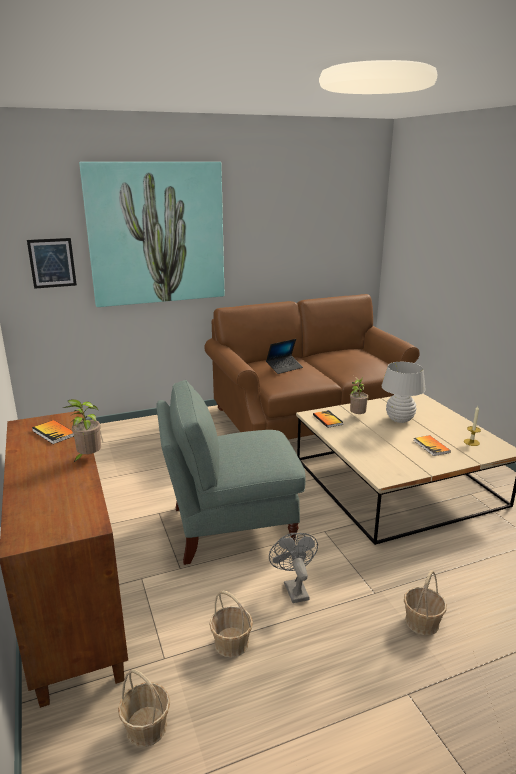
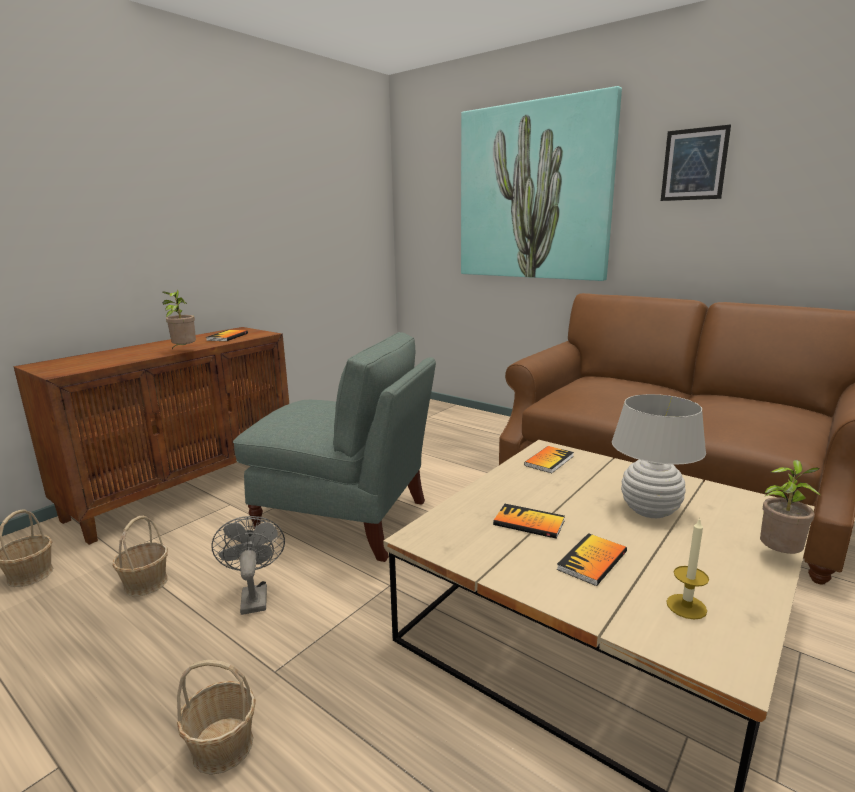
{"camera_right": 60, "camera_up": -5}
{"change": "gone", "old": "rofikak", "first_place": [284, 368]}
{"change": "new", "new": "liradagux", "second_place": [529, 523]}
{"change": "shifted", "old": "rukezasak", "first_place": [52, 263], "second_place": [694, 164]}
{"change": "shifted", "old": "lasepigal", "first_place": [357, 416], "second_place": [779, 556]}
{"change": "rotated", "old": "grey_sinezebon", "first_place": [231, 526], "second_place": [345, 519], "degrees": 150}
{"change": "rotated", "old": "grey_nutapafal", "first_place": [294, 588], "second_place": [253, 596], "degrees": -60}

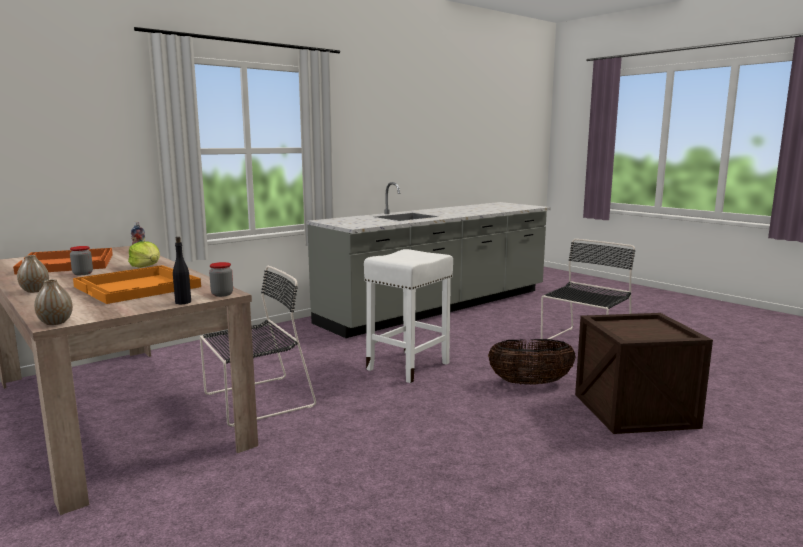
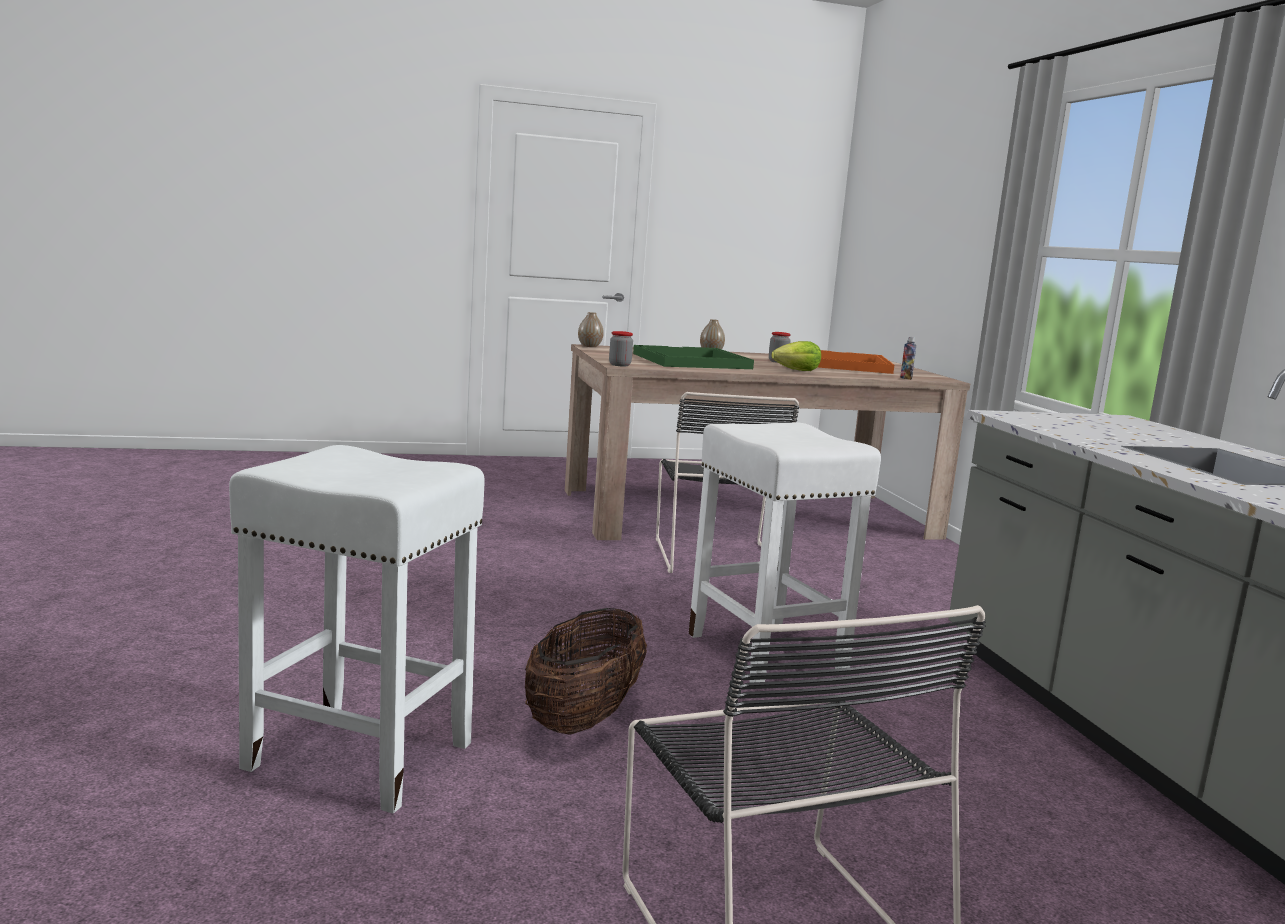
{"camera_right": 115, "camera_up": 0}
{"change": "gone", "old": "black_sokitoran", "first_place": [183, 302]}
{"change": "swapped", "old": "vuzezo", "new": "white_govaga", "first_place": [634, 410], "second_place": [355, 755]}
{"change": "repainted", "old": "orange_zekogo", "new": "green_zekogo", "first_place": [139, 287], "second_place": [690, 361]}

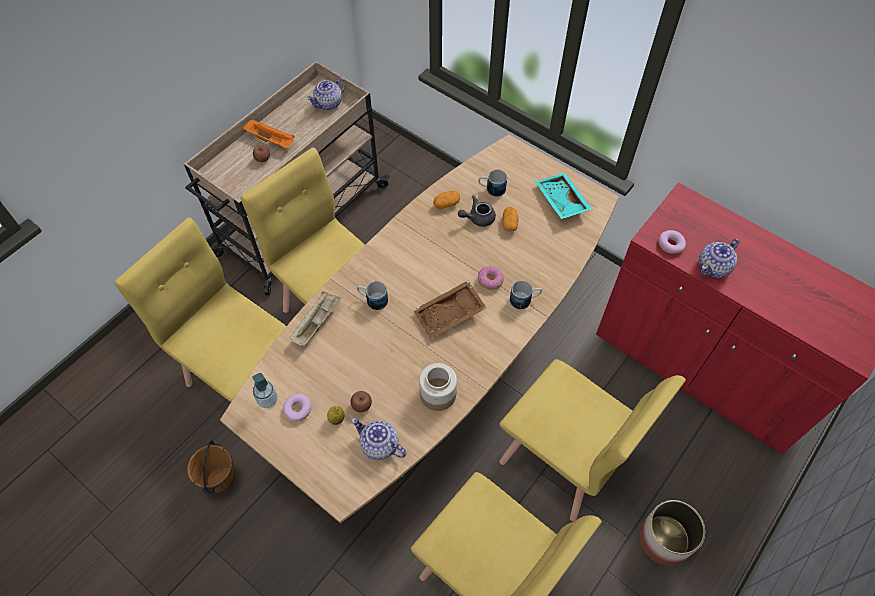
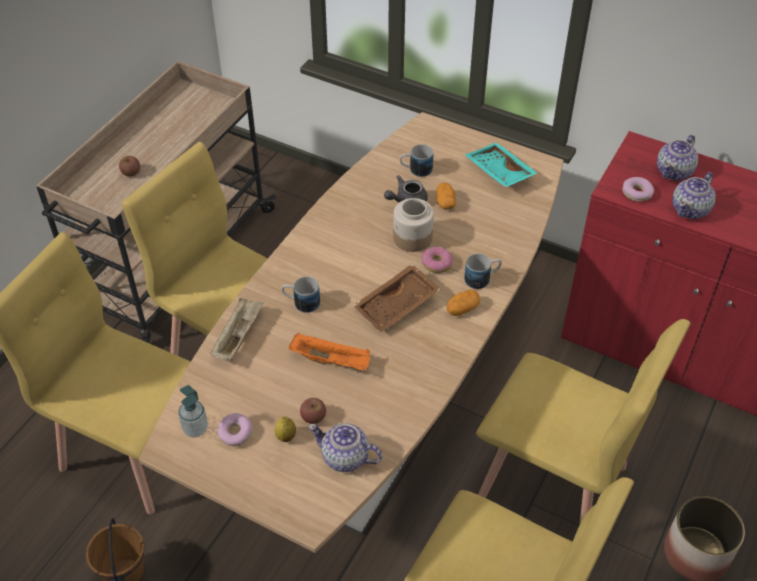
{"camera_right": -10, "camera_up": -10}
{"change": "shifted", "old": "orange_zekogo", "first_place": [271, 140], "second_place": [332, 361]}
{"change": "shifted", "old": "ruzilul", "first_place": [329, 103], "second_place": [674, 171]}
{"change": "shifted", "old": "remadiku", "first_place": [437, 394], "second_place": [412, 238]}
{"change": "shifted", "old": "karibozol", "first_place": [446, 204], "second_place": [462, 309]}

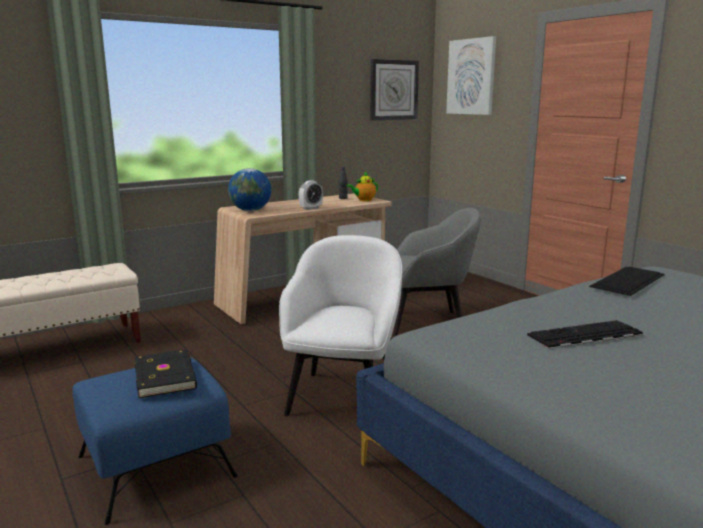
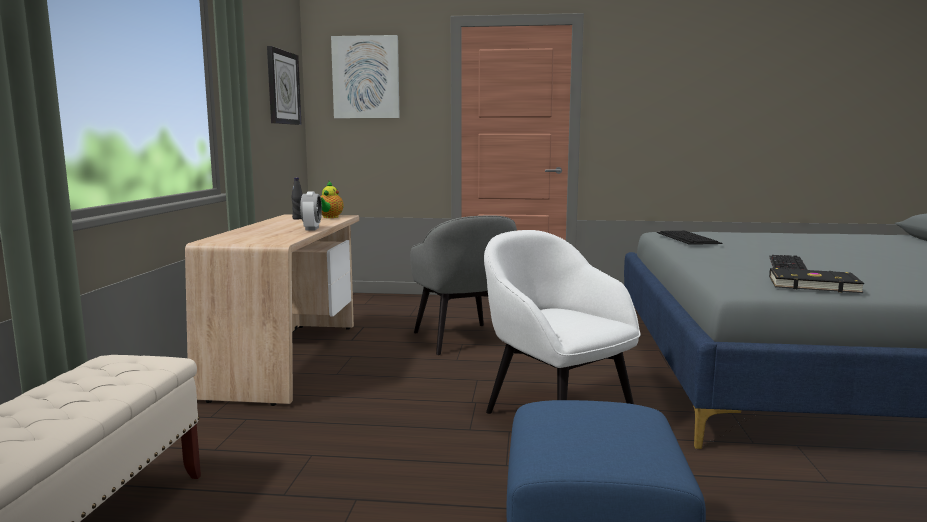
{"camera_right": -50, "camera_up": -5}
{"change": "gone", "old": "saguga", "first_place": [250, 210]}
{"change": "shifted", "old": "black_liradagux", "first_place": [166, 376], "second_place": [812, 284]}
{"change": "rotated", "old": "grey_sinezebon", "first_place": [428, 324], "second_place": [462, 340], "degrees": 120}

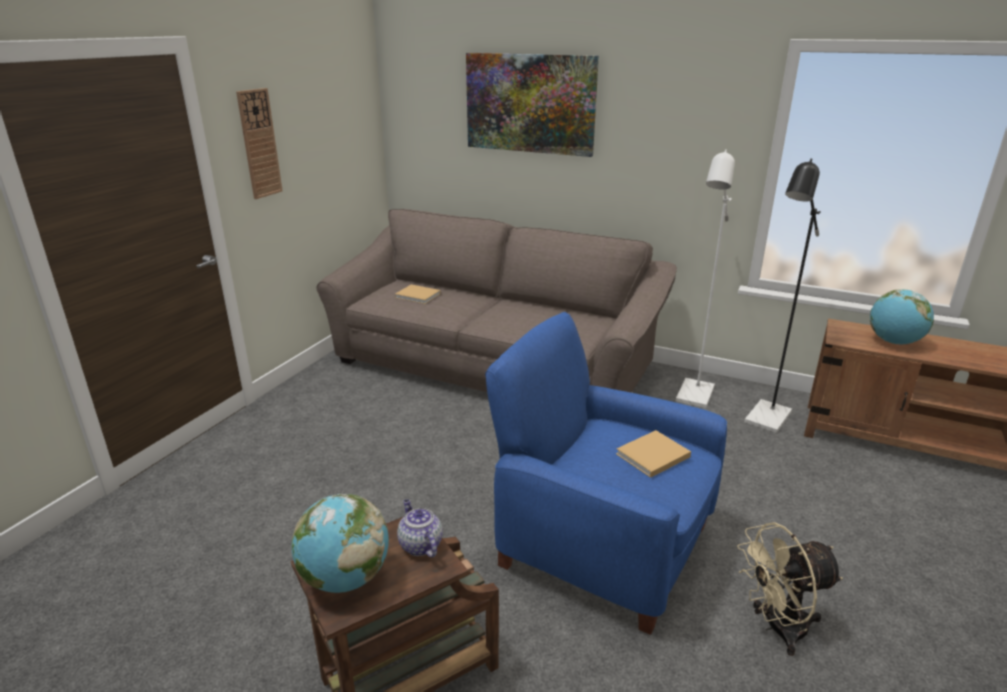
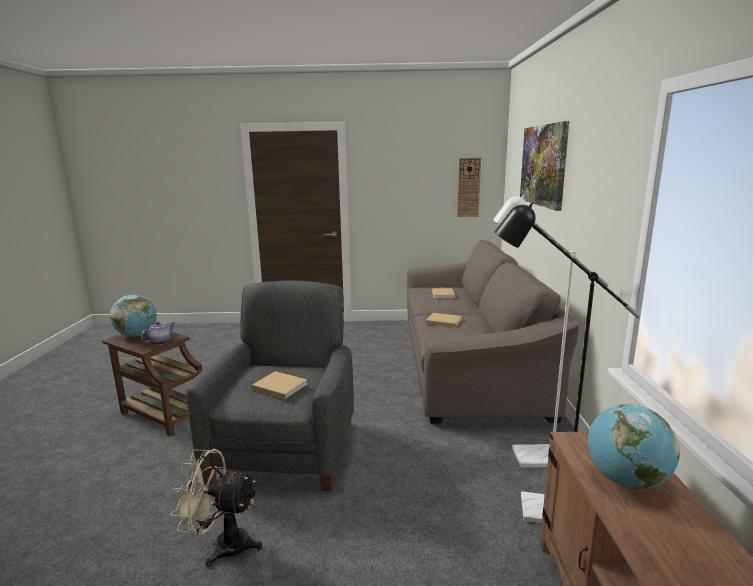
{"camera_right": 65, "camera_up": -10}
{"change": "new", "new": "beige_liradagux", "second_place": [443, 321]}
{"change": "shifted", "old": "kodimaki", "first_place": [259, 144], "second_place": [468, 187]}
{"change": "repainted", "old": "blue_sinezebon", "new": "grey_sinezebon", "first_place": [602, 543], "second_place": [286, 448]}
{"change": "rotated", "old": "beige_nutapafal", "first_place": [776, 628], "second_place": [223, 545], "degrees": -45}

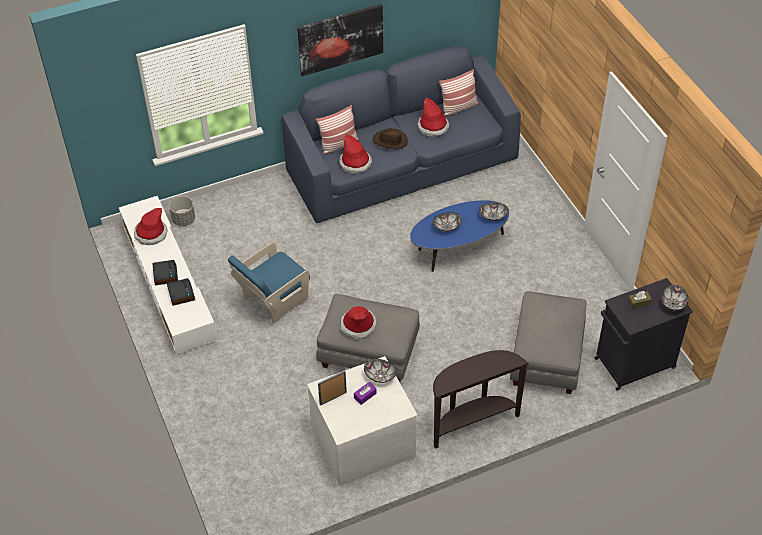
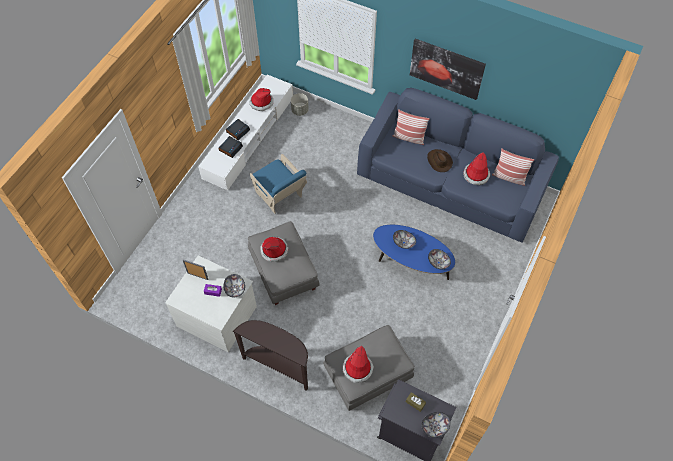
{"camera_right": 50, "camera_up": 10}
{"change": "shifted", "old": "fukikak", "first_place": [355, 163], "second_place": [357, 369]}
{"change": "rotated", "old": "blue_sinezebon", "first_place": [273, 301], "second_place": [280, 196], "degrees": -135}

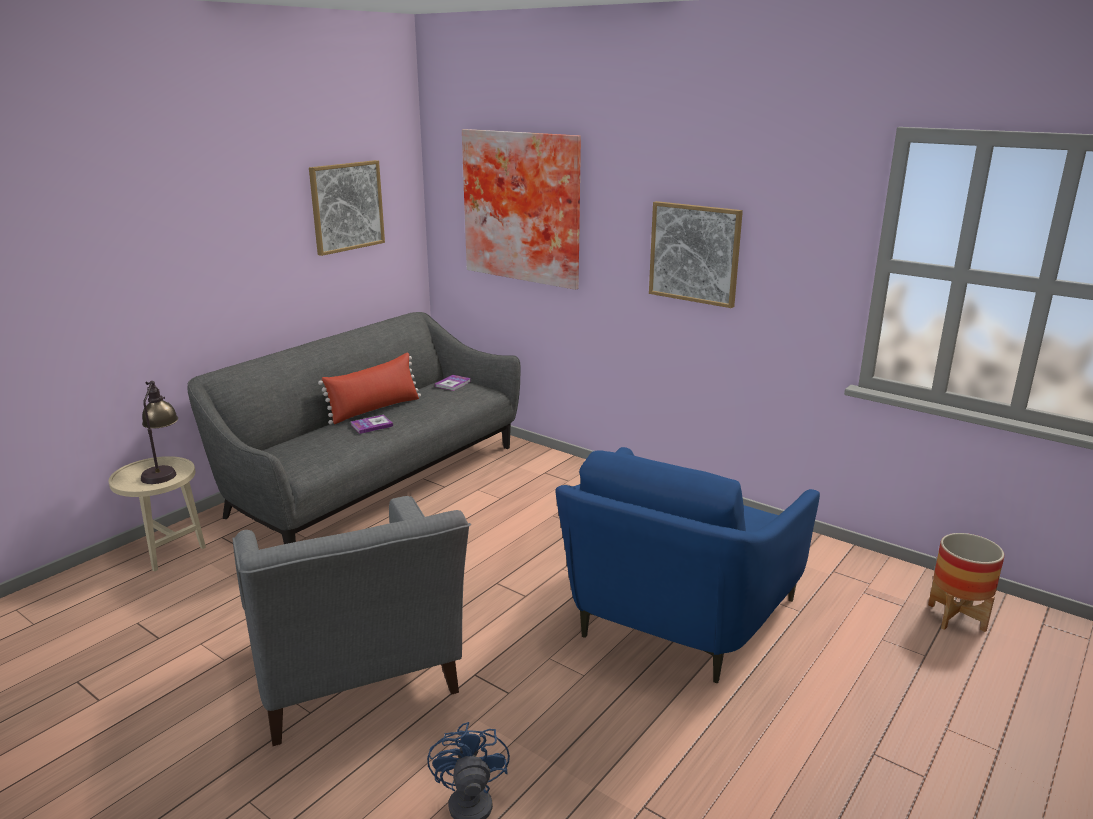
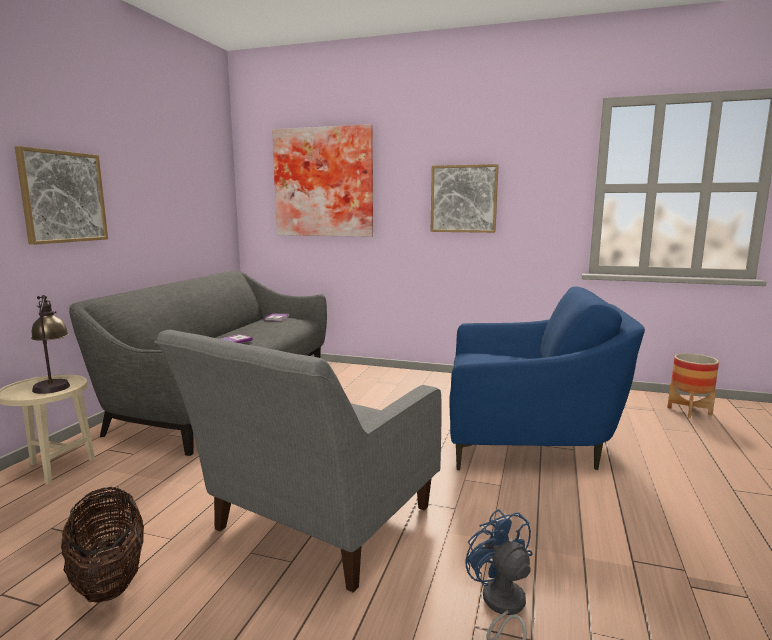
{"camera_right": -20, "camera_up": -10}
{"change": "gone", "old": "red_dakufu", "first_place": [374, 409]}
{"change": "new", "new": "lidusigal", "second_place": [109, 578]}
{"change": "shifted", "old": "rukezasak", "first_place": [346, 206], "second_place": [63, 197]}
{"change": "rotated", "old": "grey_sinezebon", "first_place": [356, 679], "second_place": [316, 526], "degrees": 75}
{"change": "rotated", "old": "blue_sinezebon", "first_place": [675, 618], "second_place": [528, 440], "degrees": -90}

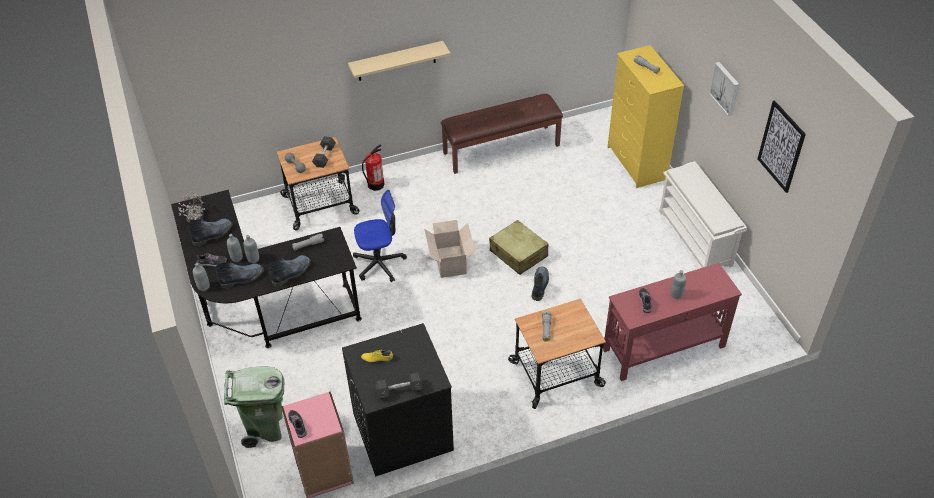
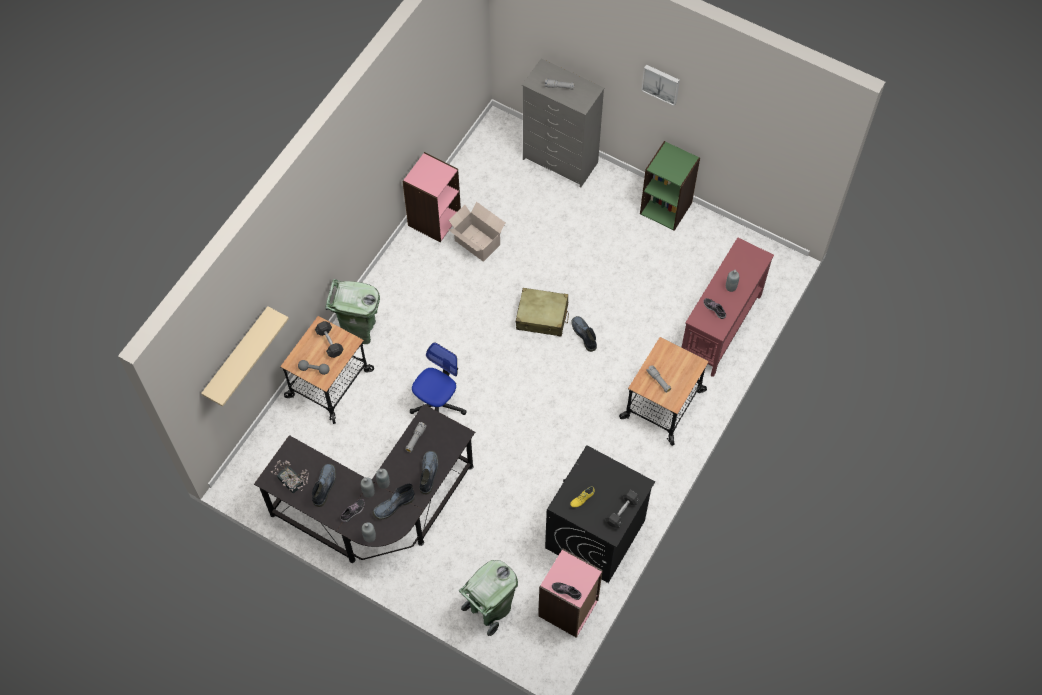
{"camera_right": -40, "camera_up": 15}
{"change": "gone", "old": "rukezasak", "first_place": [781, 146]}
{"change": "shifted", "old": "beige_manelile", "first_place": [396, 61], "second_place": [237, 355]}
{"change": "shifted", "old": "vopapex", "first_place": [450, 260], "second_place": [476, 241]}
{"change": "swapped", "old": "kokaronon", "new": "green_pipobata", "first_place": [375, 185], "second_place": [359, 330]}
{"change": "swapped", "old": "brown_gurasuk", "new": "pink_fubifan", "first_place": [501, 148], "second_place": [434, 219]}
{"change": "swapped", "old": "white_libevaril", "new": "green_fubifan", "first_place": [696, 238], "second_place": [666, 208]}
{"change": "repainted", "old": "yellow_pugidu", "new": "grey_pugidu", "first_place": [636, 163], "second_place": [560, 161]}
{"change": "rotated", "old": "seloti", "first_place": [242, 278], "second_place": [393, 506], "degrees": -150}

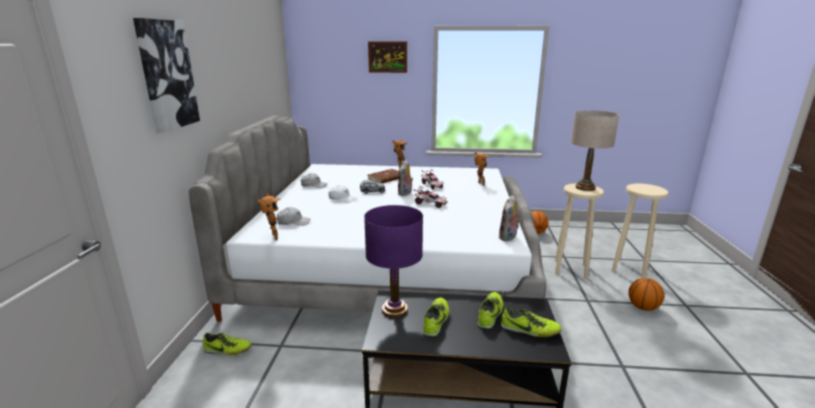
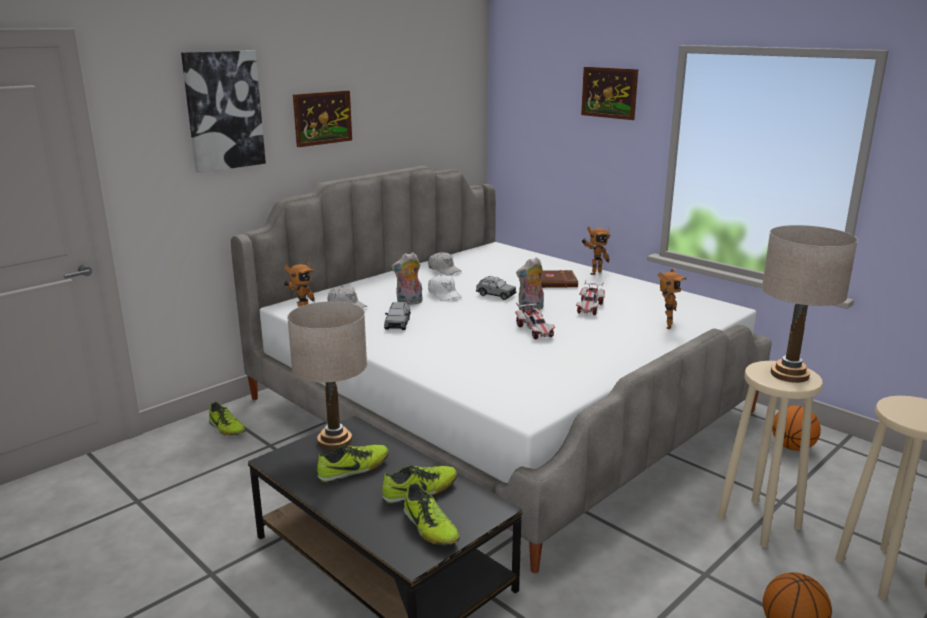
{"camera_right": 40, "camera_up": 0}
{"change": "new", "new": "rukezasak", "second_place": [322, 118]}
{"change": "new", "new": "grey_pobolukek", "second_place": [397, 324]}
{"change": "shifted", "old": "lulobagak", "first_place": [508, 237], "second_place": [409, 302]}
{"change": "repainted", "old": "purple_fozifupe", "new": "beige_fozifupe", "first_place": [394, 310], "second_place": [334, 441]}

